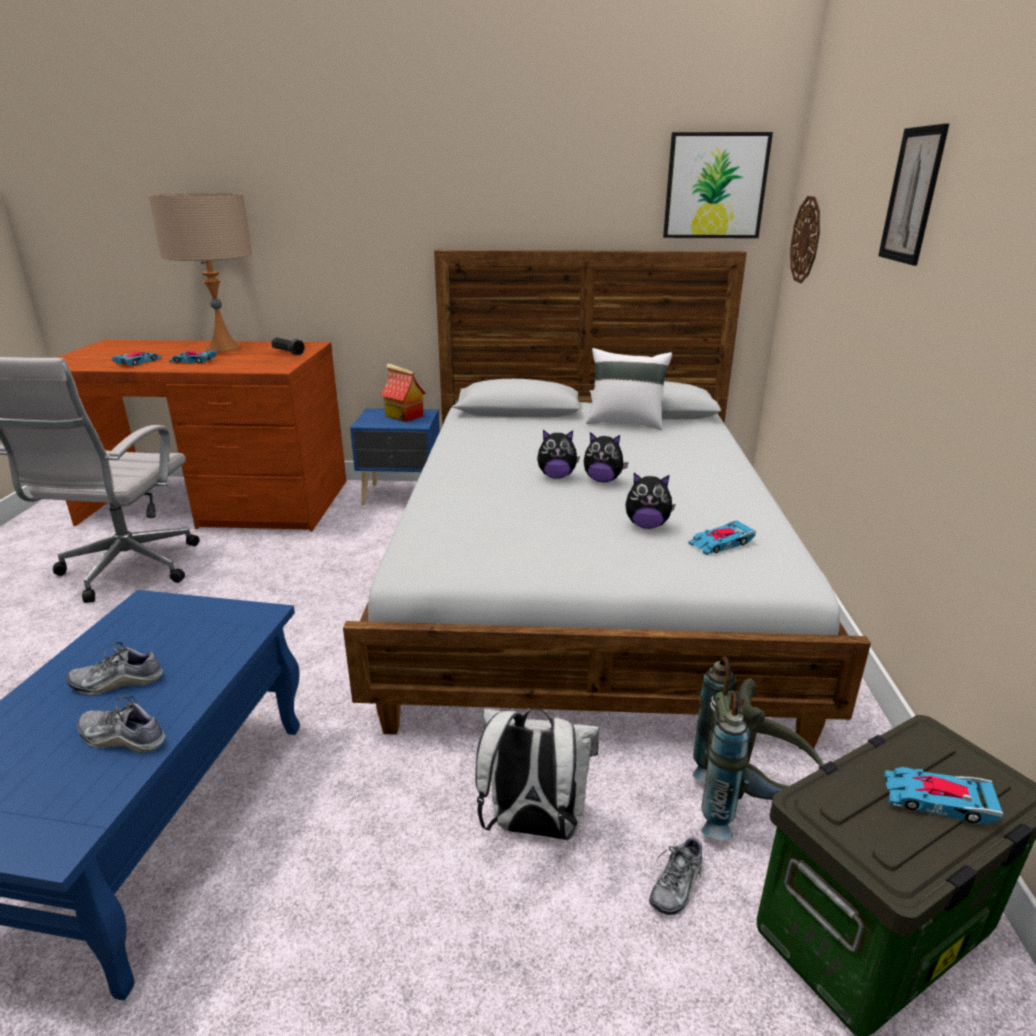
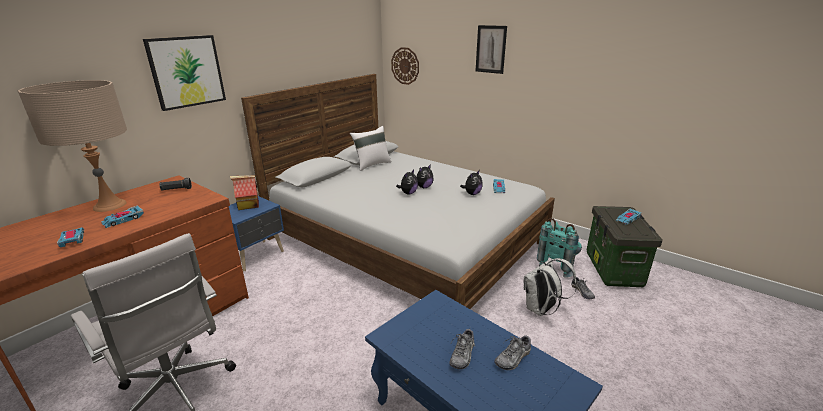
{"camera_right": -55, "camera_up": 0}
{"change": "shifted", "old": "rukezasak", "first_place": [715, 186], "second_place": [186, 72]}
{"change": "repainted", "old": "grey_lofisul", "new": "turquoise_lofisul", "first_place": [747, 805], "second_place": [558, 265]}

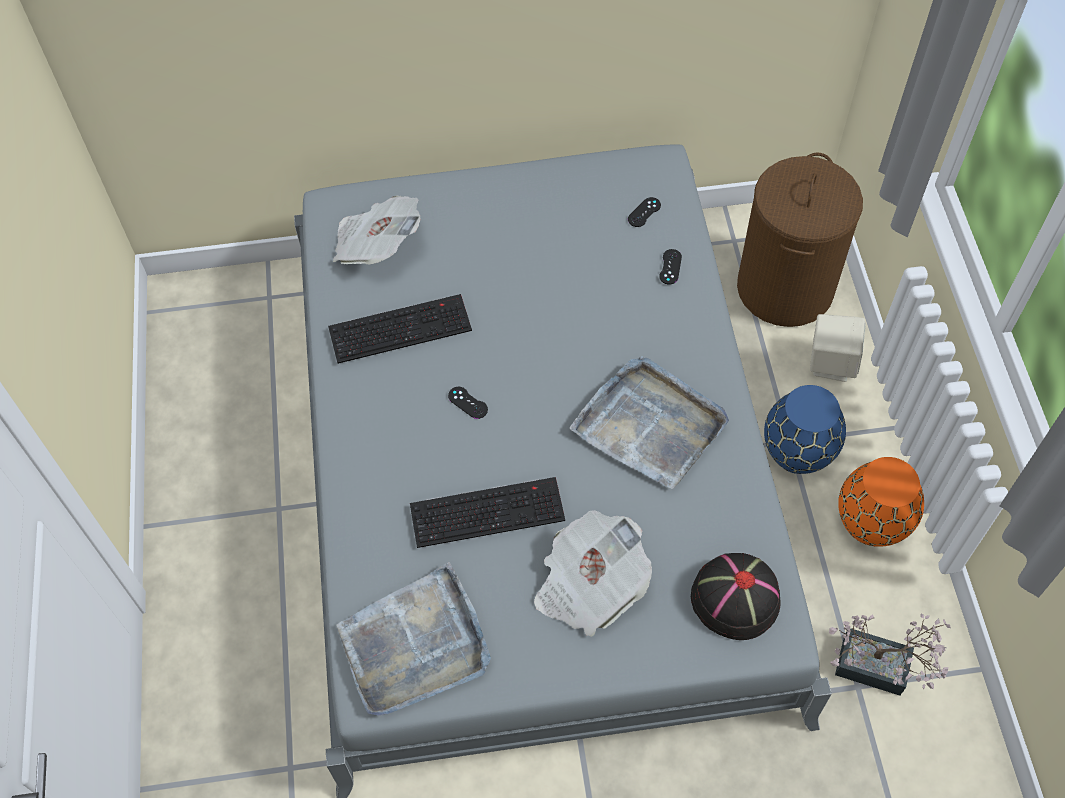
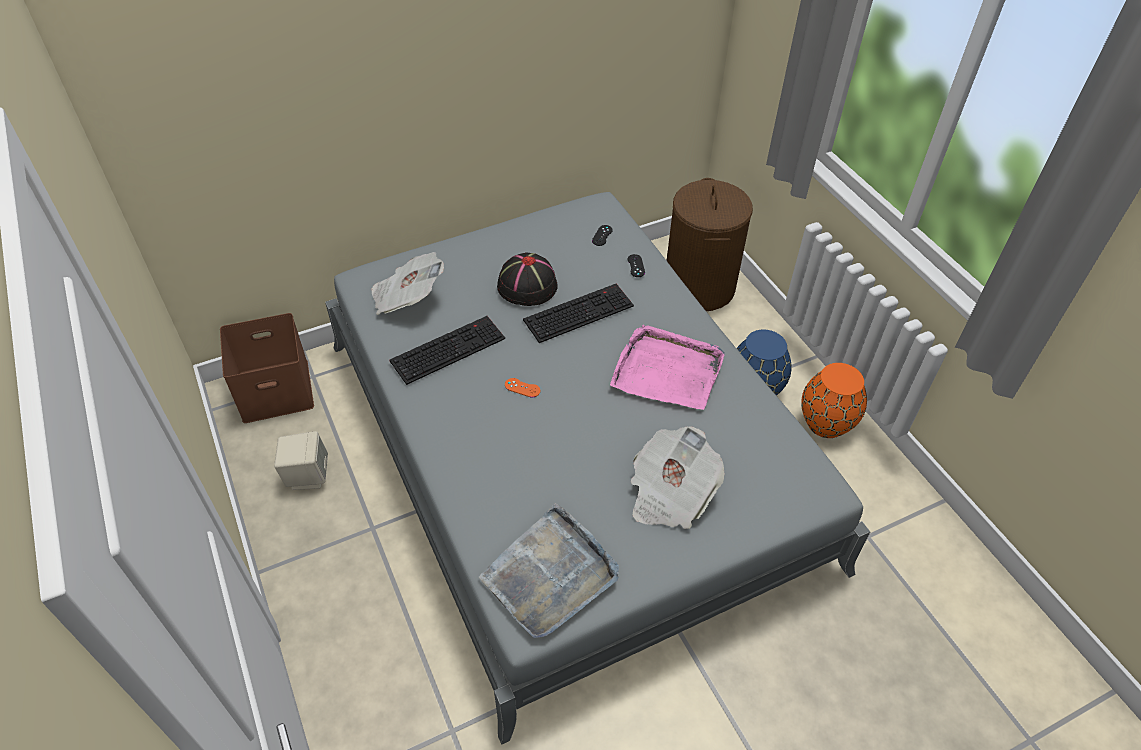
{"camera_right": -20, "camera_up": -10}
{"change": "gone", "old": "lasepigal", "first_place": [880, 669]}
{"change": "new", "new": "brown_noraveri", "second_place": [274, 392]}
{"change": "shifted", "old": "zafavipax", "first_place": [488, 510], "second_place": [579, 312]}
{"change": "shifted", "old": "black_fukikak", "first_place": [734, 598], "second_place": [527, 286]}
{"change": "shifted", "old": "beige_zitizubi", "first_place": [830, 363], "second_place": [307, 475]}
{"change": "repainted", "old": "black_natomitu", "new": "orange_natomitu", "first_place": [468, 402], "second_place": [522, 388]}
{"change": "repainted", "old": "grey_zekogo", "new": "pink_zekogo", "first_place": [650, 425], "second_place": [667, 371]}

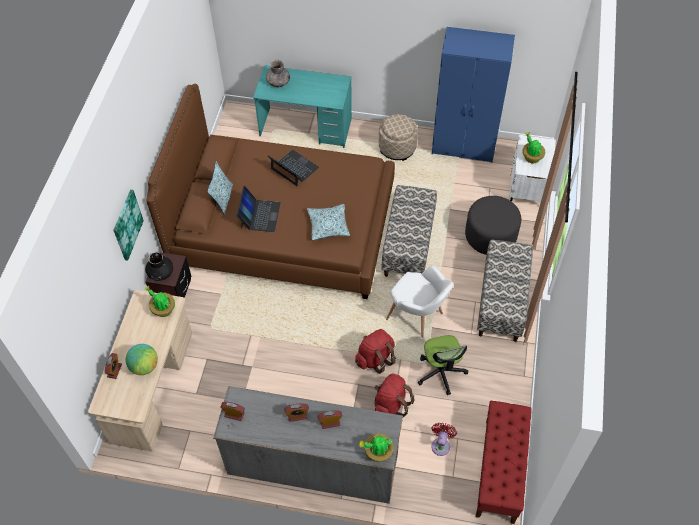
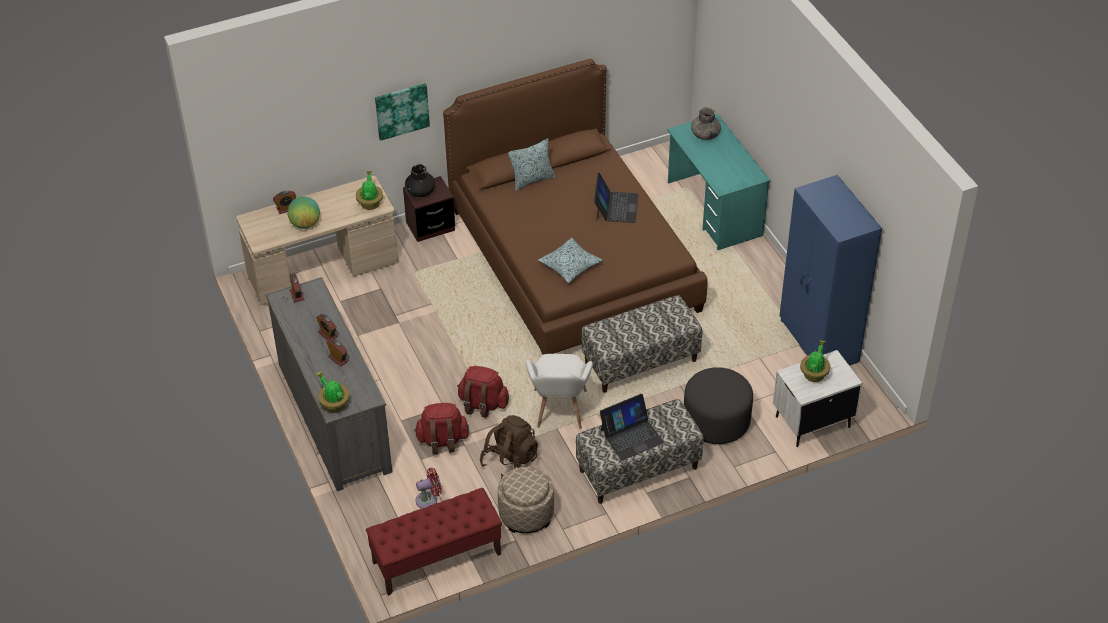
{"camera_right": 55, "camera_up": -10}
{"change": "shifted", "old": "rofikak", "first_place": [260, 215], "second_place": [631, 436]}
{"change": "shifted", "old": "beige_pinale", "first_place": [397, 148], "second_place": [526, 514]}
{"change": "swapped", "old": "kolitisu", "new": "brown_lofisul", "first_place": [441, 372], "second_place": [510, 461]}

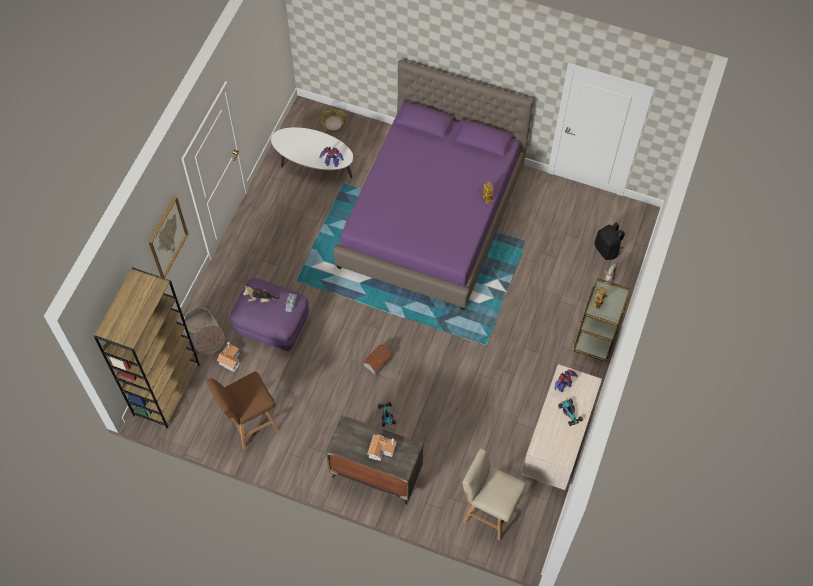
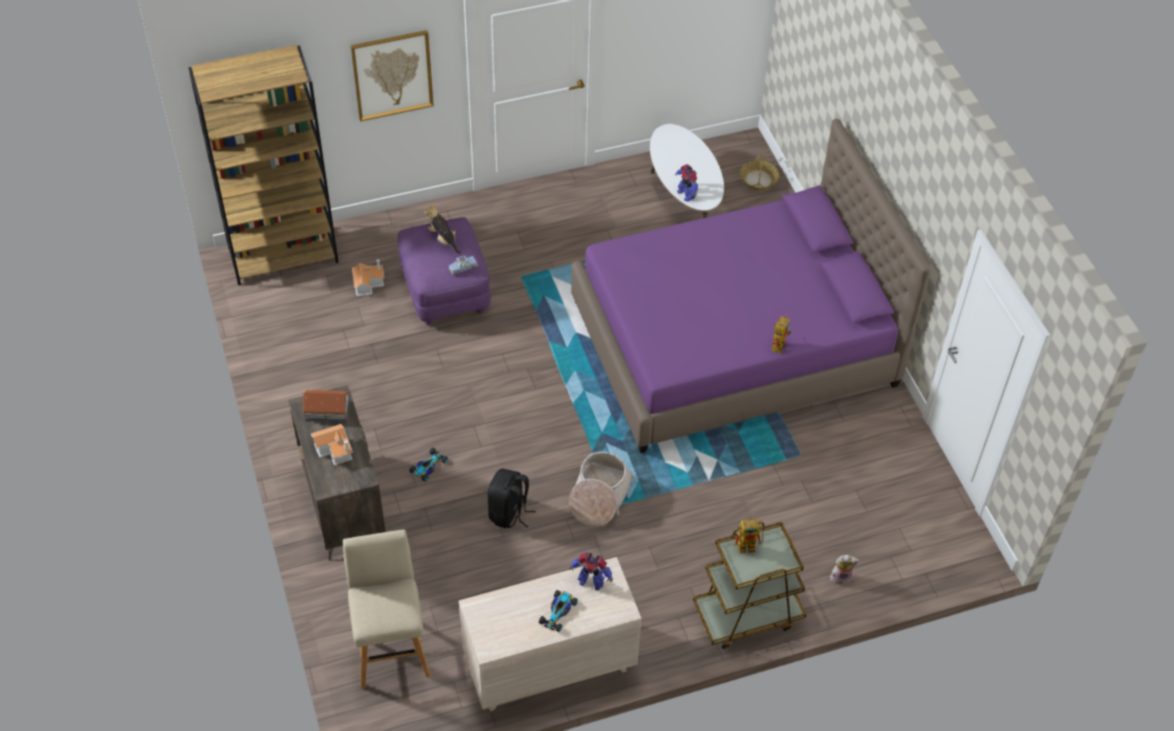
{"camera_right": 50, "camera_up": -10}
{"change": "gone", "old": "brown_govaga", "first_place": [249, 424]}
{"change": "shifted", "old": "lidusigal", "first_place": [204, 334], "second_place": [599, 496]}
{"change": "shifted", "old": "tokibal", "first_place": [377, 362], "second_place": [327, 409]}
{"change": "shifted", "old": "black_lofisul", "first_place": [607, 250], "second_place": [509, 513]}

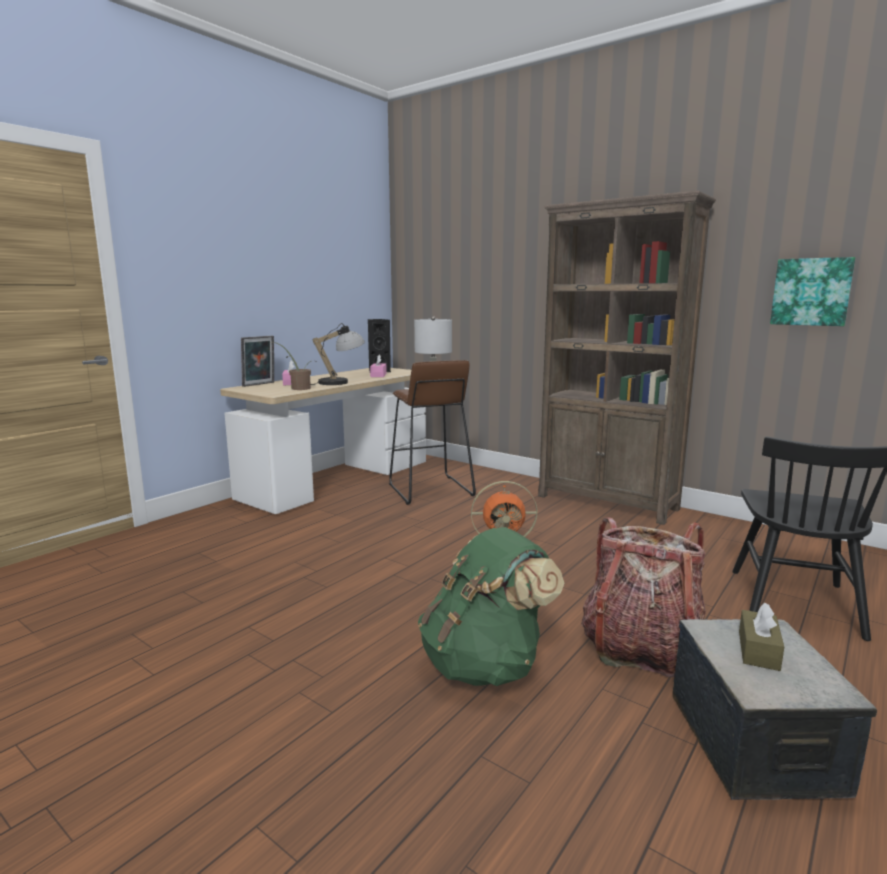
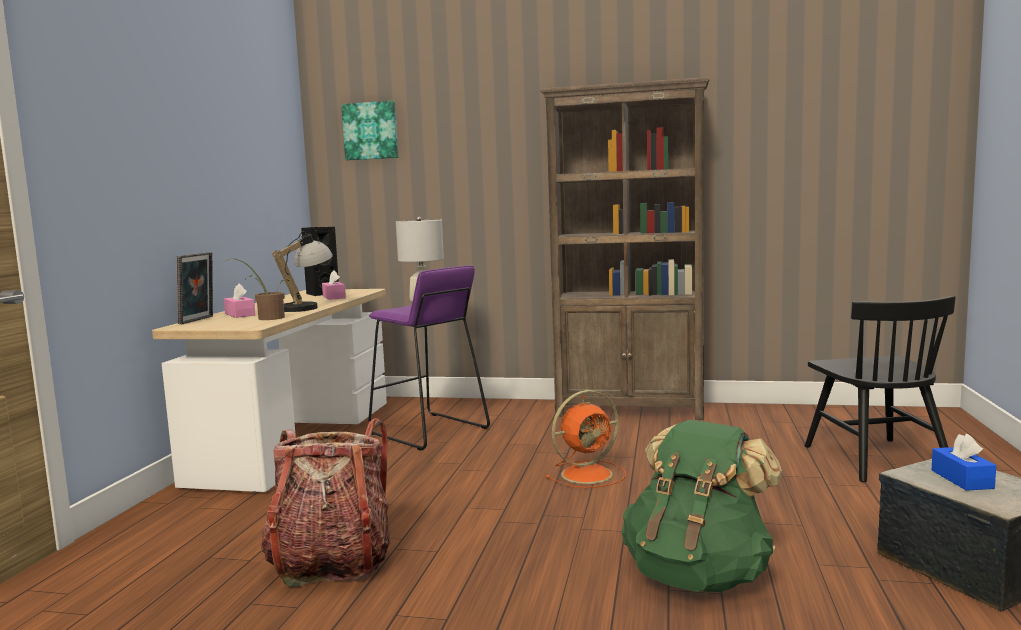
{"camera_right": -25, "camera_up": -5}
{"change": "shifted", "old": "lofisul", "first_place": [640, 648], "second_place": [331, 562]}
{"change": "shifted", "old": "rukezasak", "first_place": [811, 292], "second_place": [371, 131]}
{"change": "repainted", "old": "brown_govaga", "new": "purple_govaga", "first_place": [429, 490], "second_place": [428, 431]}
{"change": "repainted", "old": "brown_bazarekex", "new": "blue_bazarekex", "first_place": [758, 650], "second_place": [962, 479]}

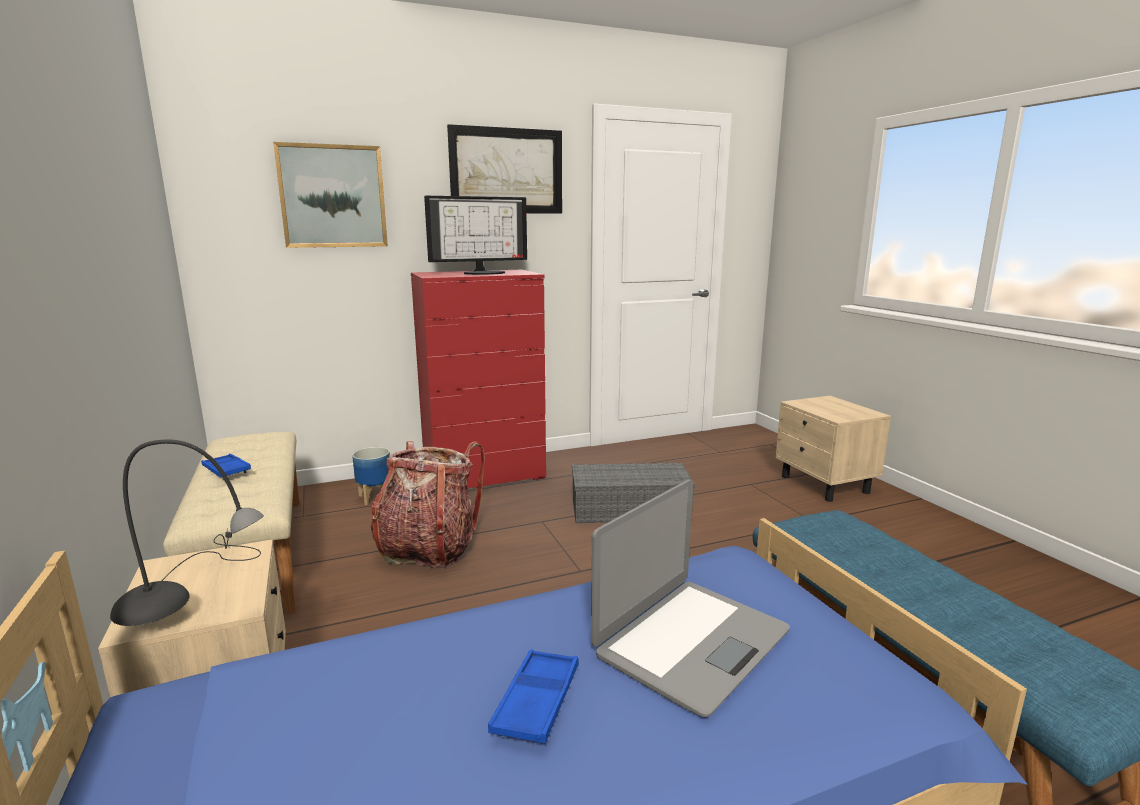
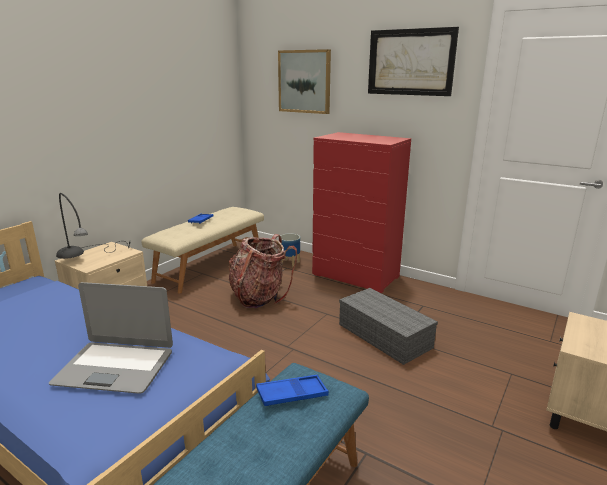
{"camera_right": 55, "camera_up": 5}
{"change": "gone", "old": "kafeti", "first_place": [484, 273]}
{"change": "shifted", "old": "blue_zekogo", "first_place": [537, 701], "second_place": [292, 394]}

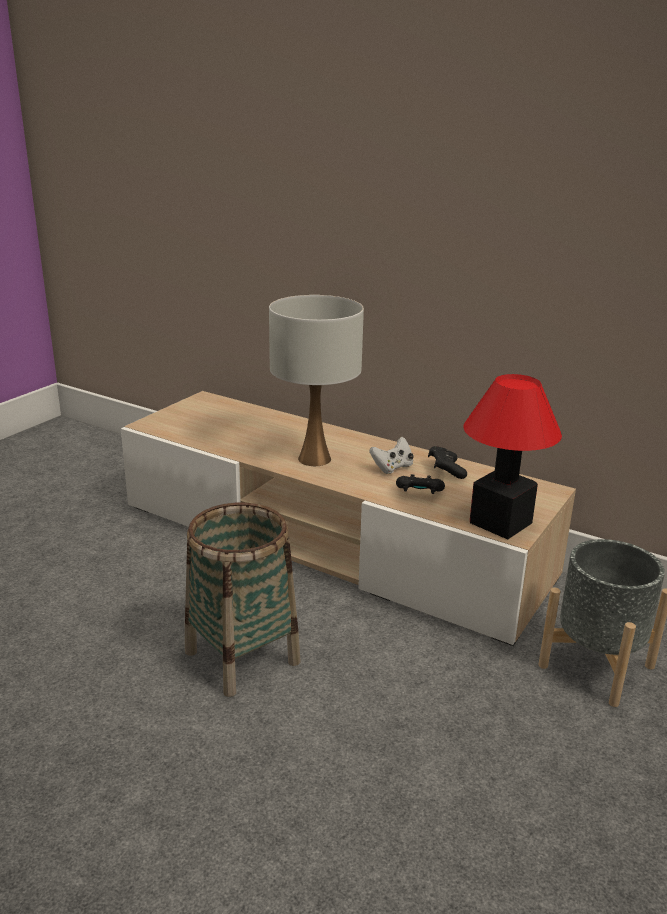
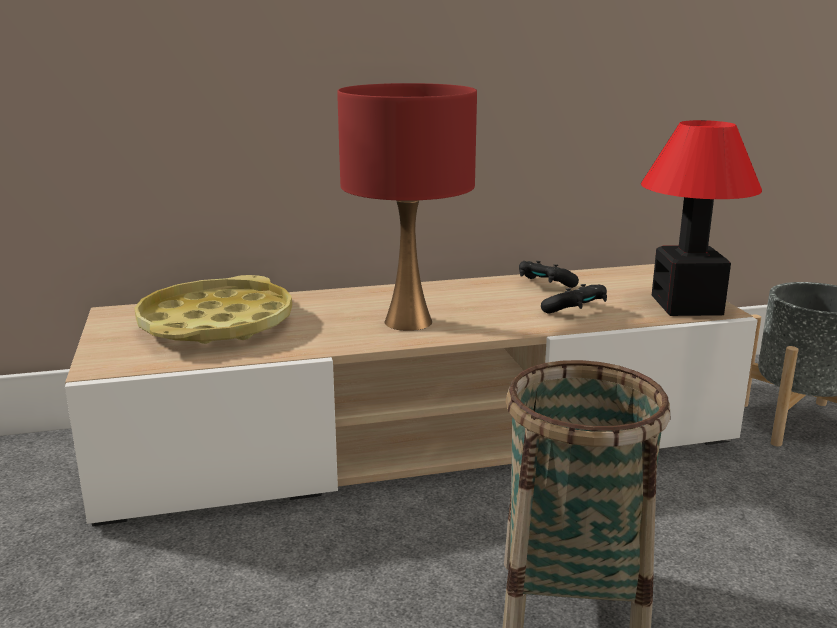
{"camera_right": -45, "camera_up": -5}
{"change": "gone", "old": "white_natomitu", "first_place": [392, 467]}
{"change": "new", "new": "yellow_zekogo", "second_place": [216, 324]}
{"change": "repainted", "old": "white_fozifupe", "new": "red_fozifupe", "first_place": [315, 459], "second_place": [408, 321]}

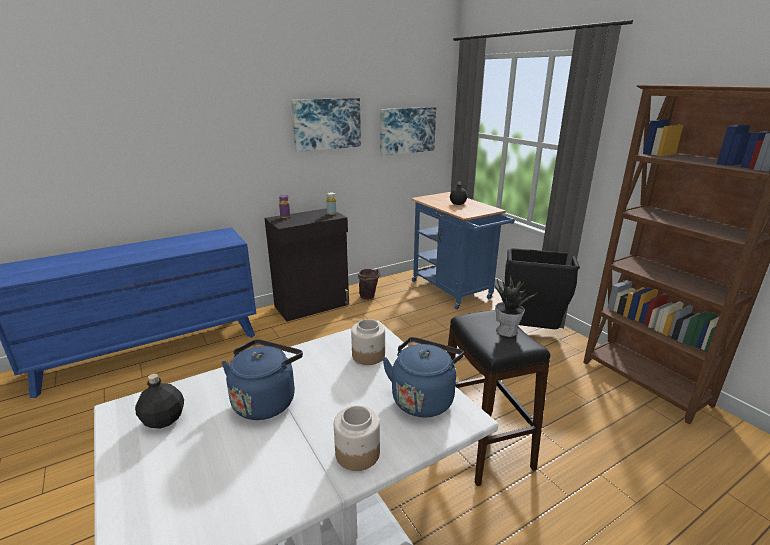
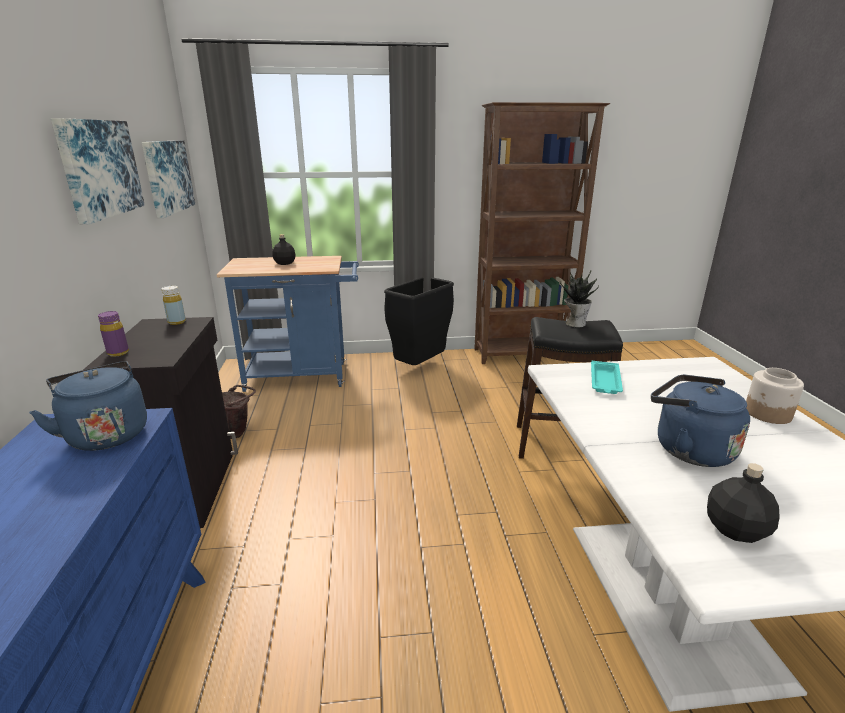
{"camera_right": -65, "camera_up": 0}
{"change": "shifted", "old": "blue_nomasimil", "first_place": [423, 398], "second_place": [106, 433]}
{"change": "swapped", "old": "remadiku", "new": "turquoise_zekogo", "first_place": [369, 355], "second_place": [605, 381]}

